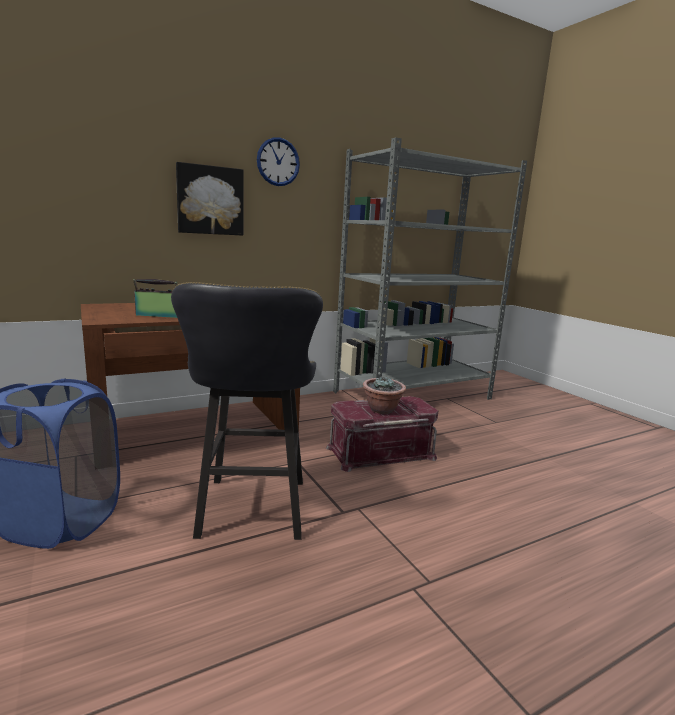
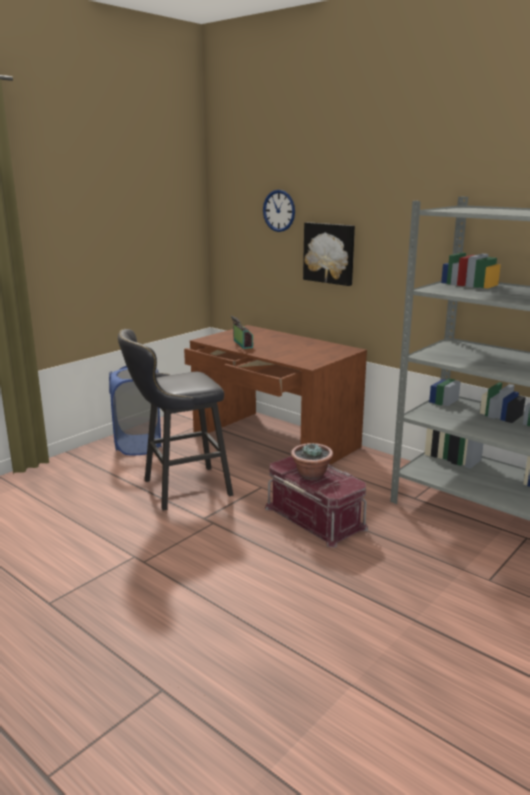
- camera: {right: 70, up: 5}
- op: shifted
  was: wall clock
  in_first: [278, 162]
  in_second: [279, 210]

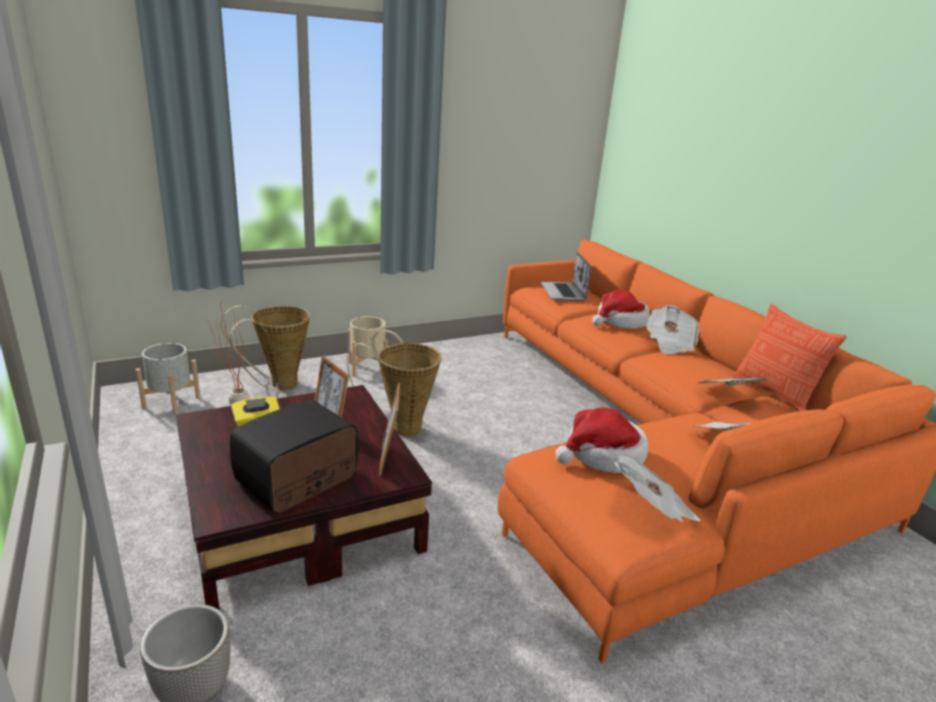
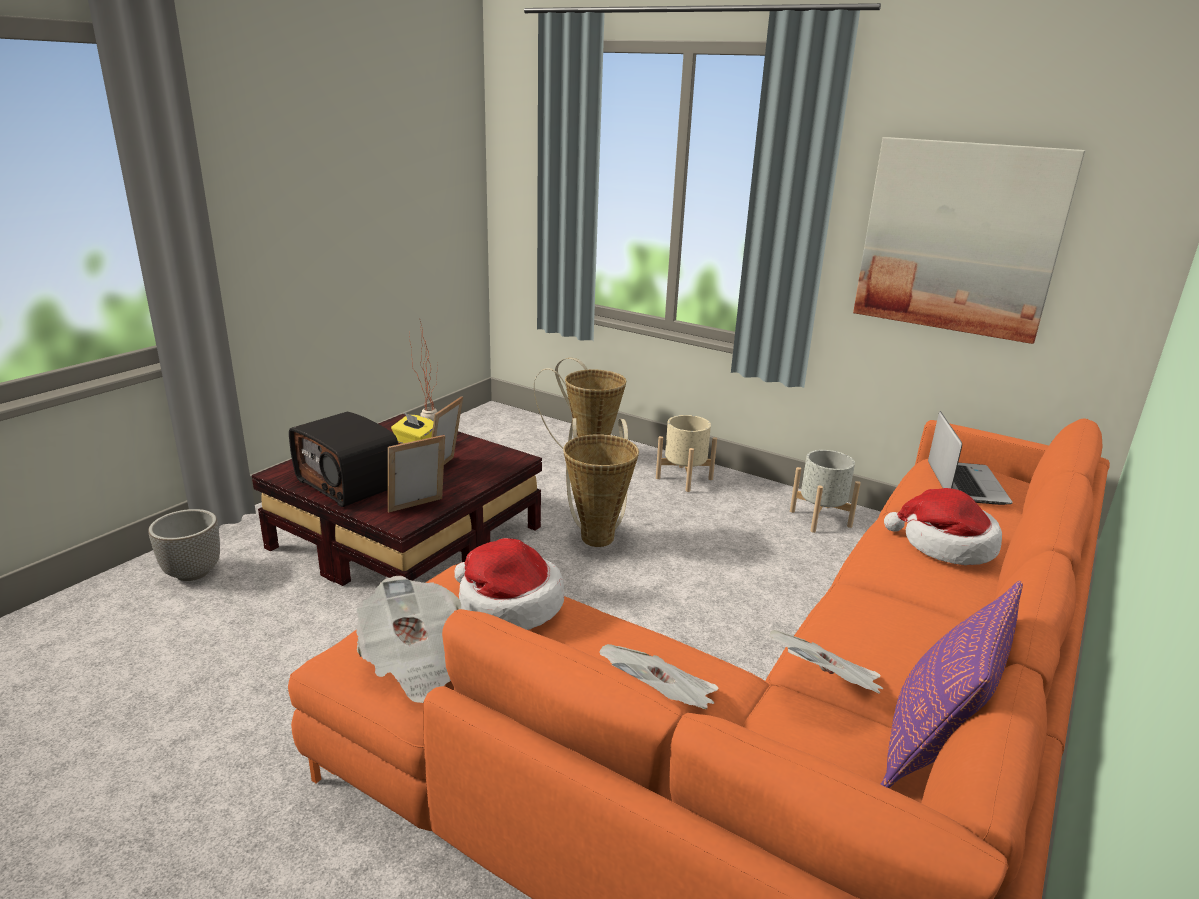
- camera: {right: 60, up: 0}
- op: rotated
  was: radio
  in_first: [297, 481]
  in_second: [350, 483]
  clockwise: -150
- op: shifted
  was: grey planter
  in_first: [172, 402]
  in_second: [820, 519]
- op: new
  now: picture
  in_second: [959, 238]
- op: repainted
  was: orange pillow
  now: purple pillow
  in_first: [774, 394]
  in_second: [932, 748]
- op: rotated
  was: laptop
  in_first: [563, 293]
  in_second: [964, 484]
  clockwise: 135
- op: gone
  was: newspaper
  in_first: [669, 344]

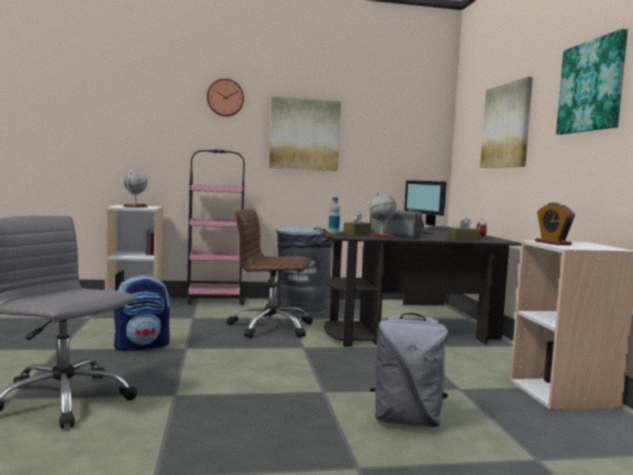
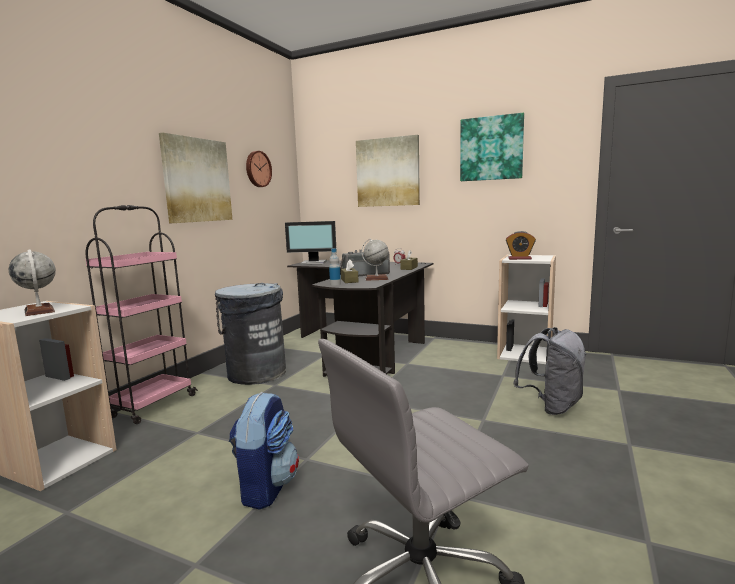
- camera: {right: -55, up: 5}
- op: shifted
  was: wall clock
  in_first: [225, 98]
  in_second: [257, 169]
- op: gone
  was: brown office chair
  in_first: [270, 327]

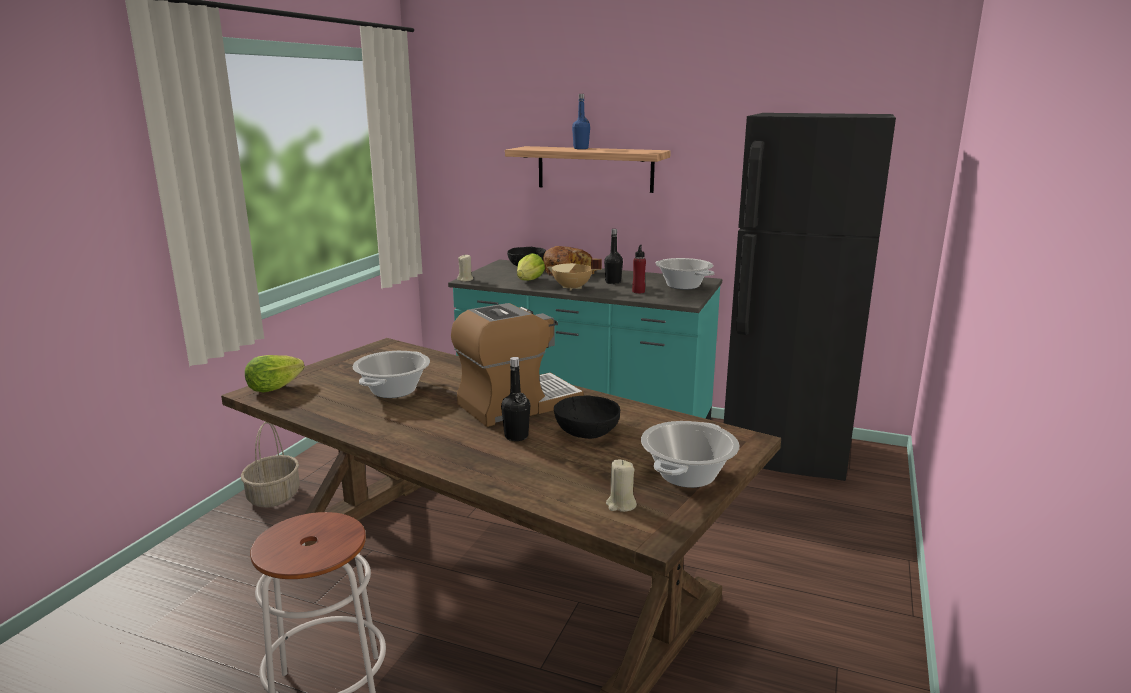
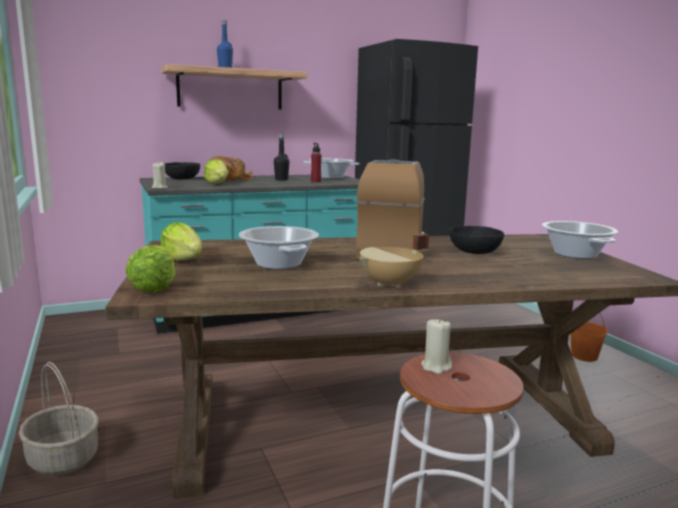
- camera: {right: -45, up: -5}
- op: new
  now: lettuce
  in_second: [183, 260]
- op: shifted
  was: beige cooking pot
  in_first: [572, 288]
  in_second: [391, 284]
- op: shifted
  was: beige candle
  in_first: [621, 505]
  in_second: [436, 367]
- op: new
  now: orange bucket
  in_second: [584, 356]
- op: gone
  was: black bottle
  in_first: [516, 436]

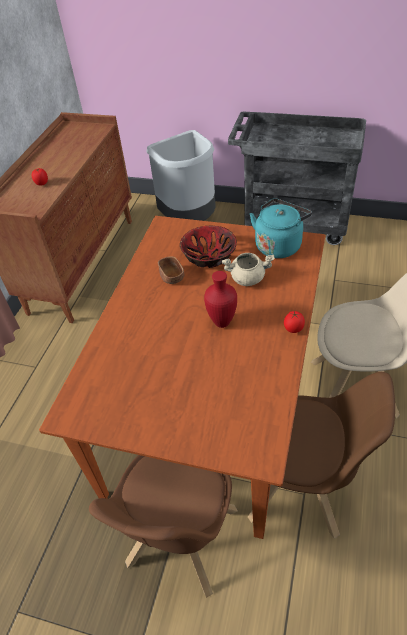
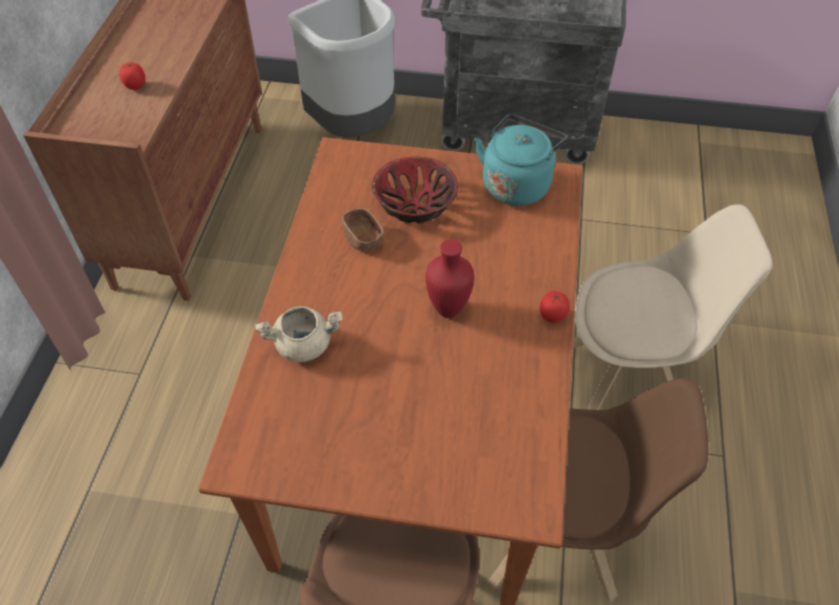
- camera: {right: -10, up: 5}
- op: shifted
  was: beige cooking pot
  in_first: [247, 278]
  in_second: [304, 345]

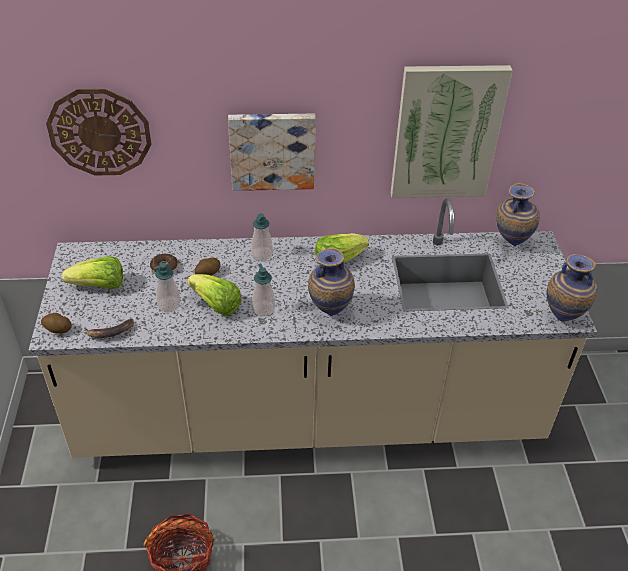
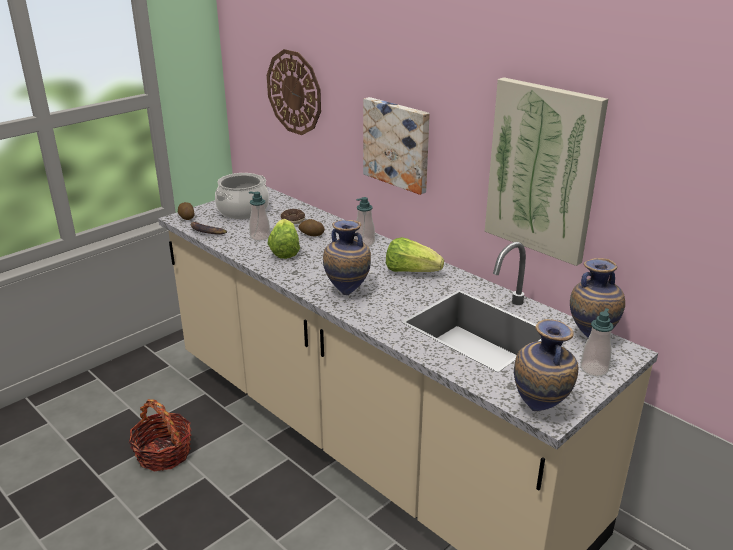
- camera: {right: 50, up: -15}
- op: swapped
  was: lettuce
  now: cooking pot
  in_first: [99, 286]
  in_second: [243, 211]
- op: shifted
  was: soap dispenser
  in_first: [263, 309]
  in_second: [594, 369]

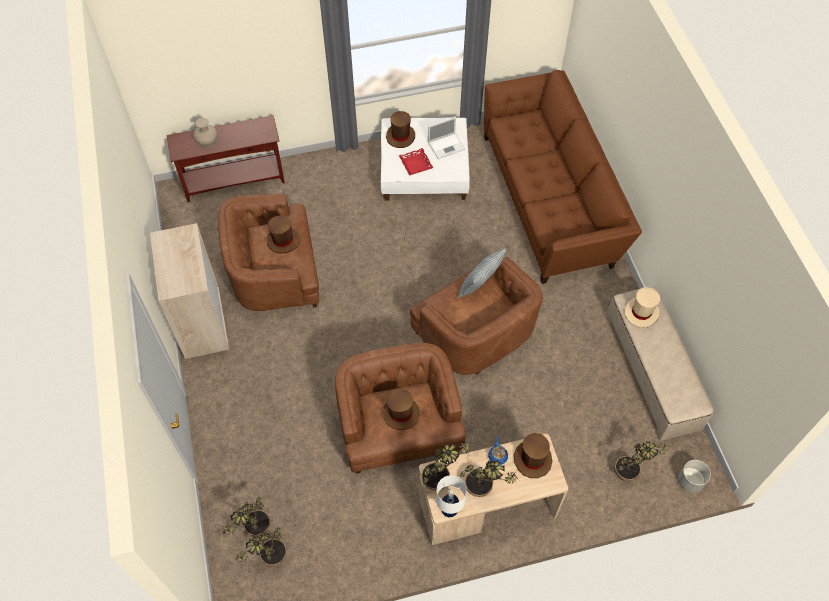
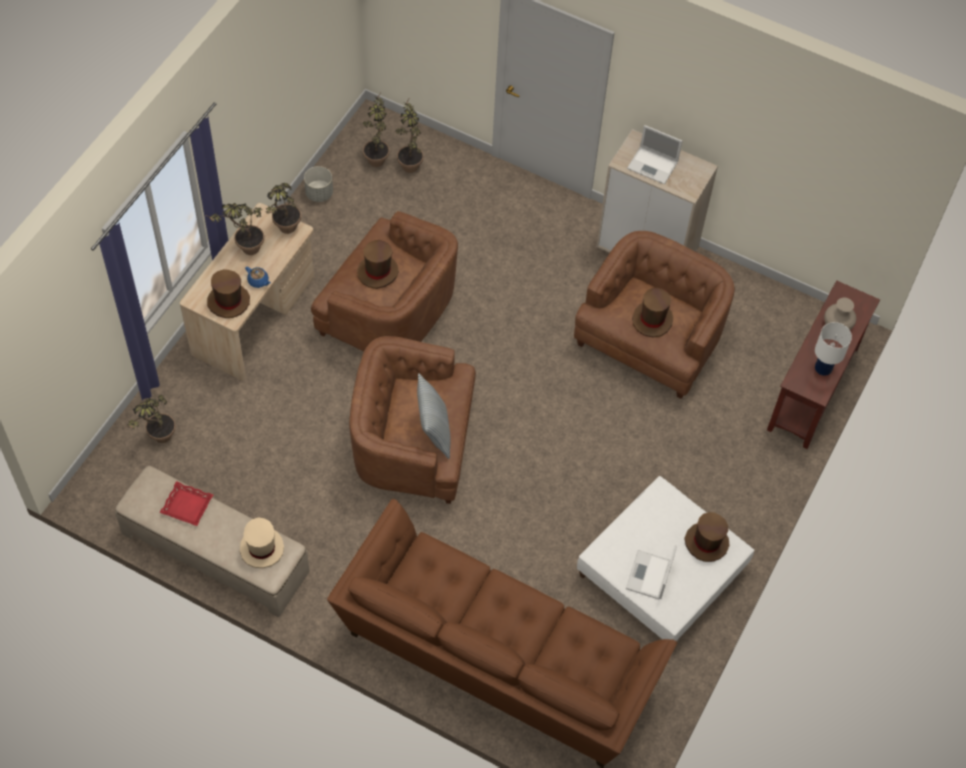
- camera: {right: 130, up: 0}
- op: shifted
  was: red tray
  in_first: [415, 164]
  in_second: [187, 505]
- op: shifted
  was: grey planter
  in_first: [690, 481]
  in_second: [319, 193]
- op: new
  now: laptop
  in_second: [653, 165]
- op: shifted
  was: white table lamp
  in_first: [449, 510]
  in_second: [822, 369]

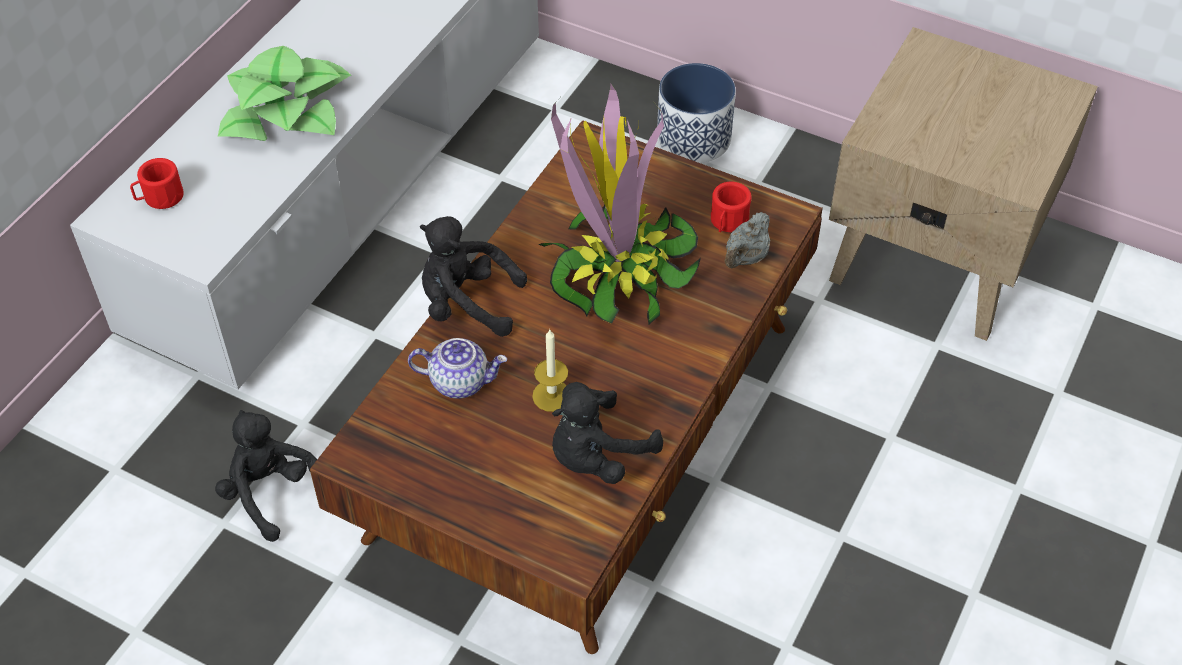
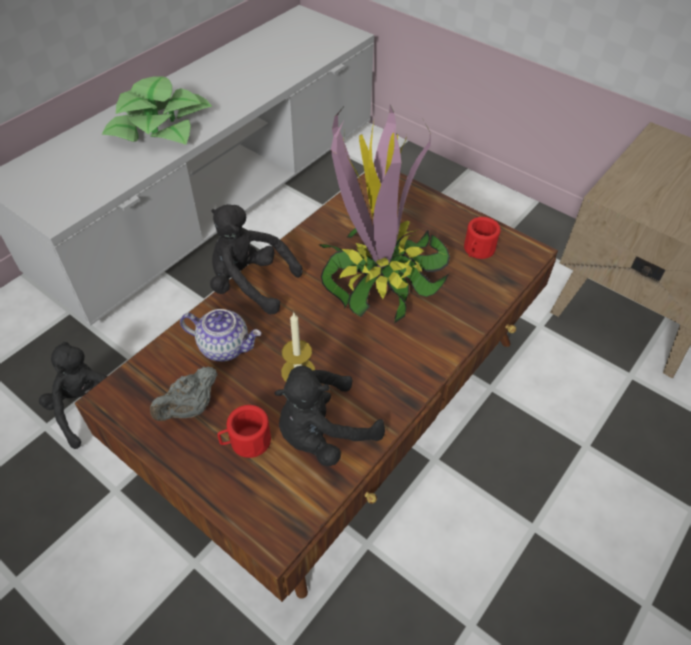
- camera: {right: 10, up: 0}
- op: shifted
  was: grey teapot
  in_first: [746, 258]
  in_second: [190, 408]
- op: shifted
  was: red mug
  in_first: [159, 197]
  in_second: [246, 442]
- op: gone
  was: planter
  in_first: [694, 139]

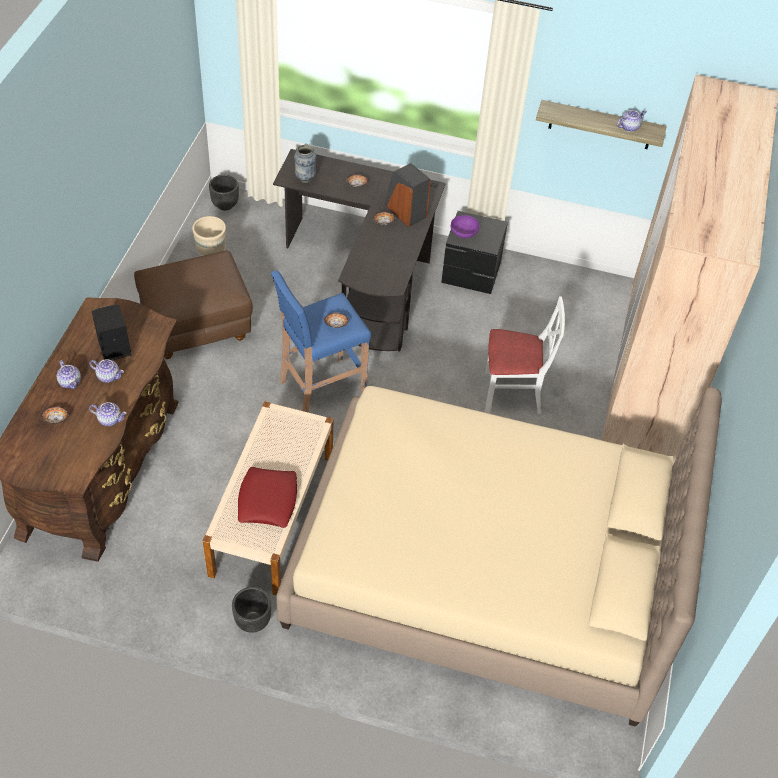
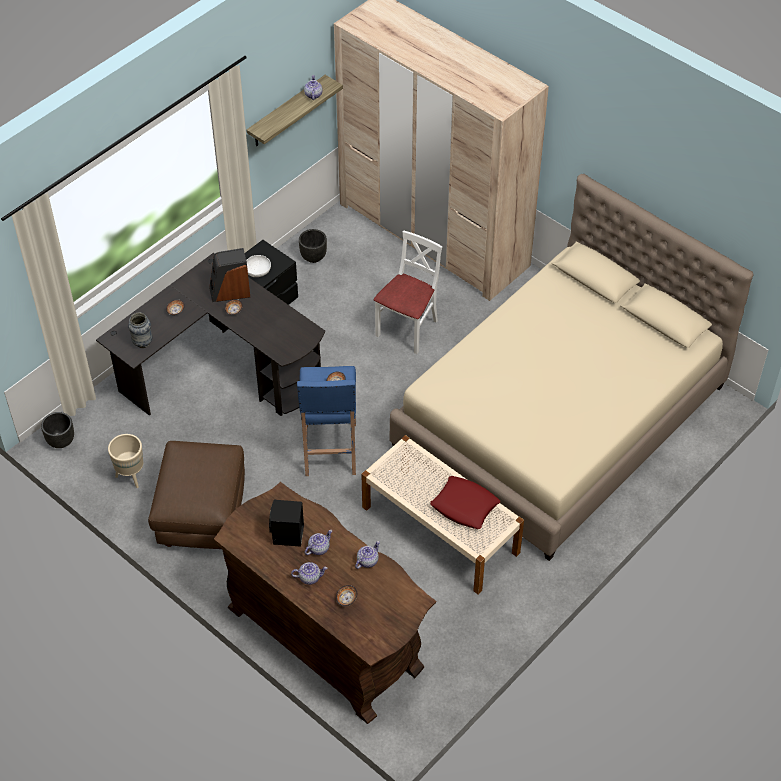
- camera: {right: -60, up: 0}
- op: repainted
  was: purple bowl
  now: white bowl
  in_first: [463, 233]
  in_second: [258, 272]
- op: shifted
  was: black planter
  in_first: [252, 621]
  in_second: [313, 257]

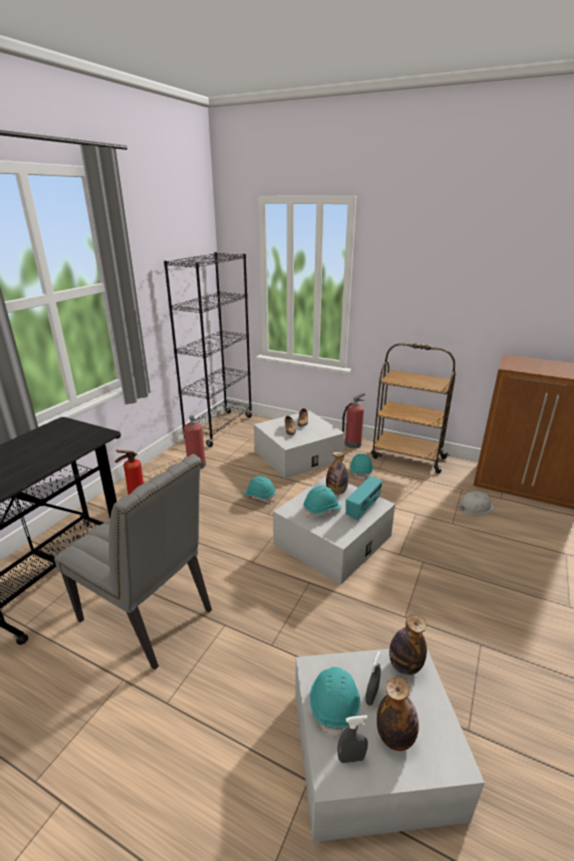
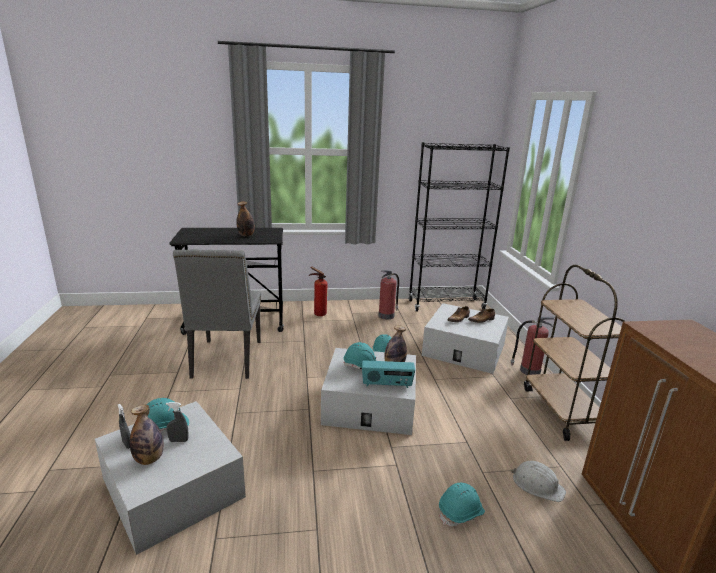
- camera: {right: 55, up: -5}
- op: shifted
  was: bottle
  in_first: [404, 666]
  in_second: [246, 235]
- op: shifted
  was: turquoise hard hat
  in_first: [360, 472]
  in_second: [461, 513]

